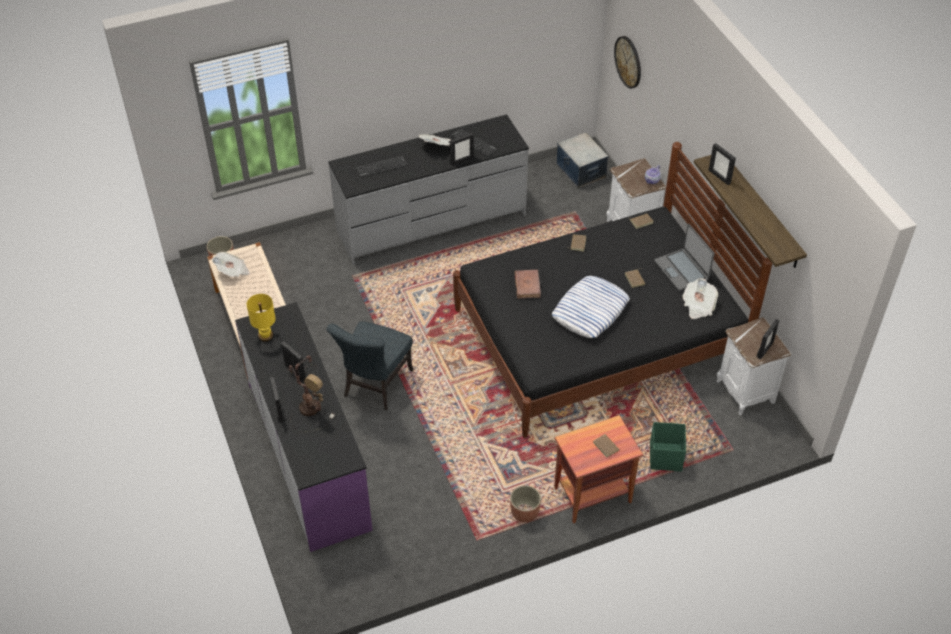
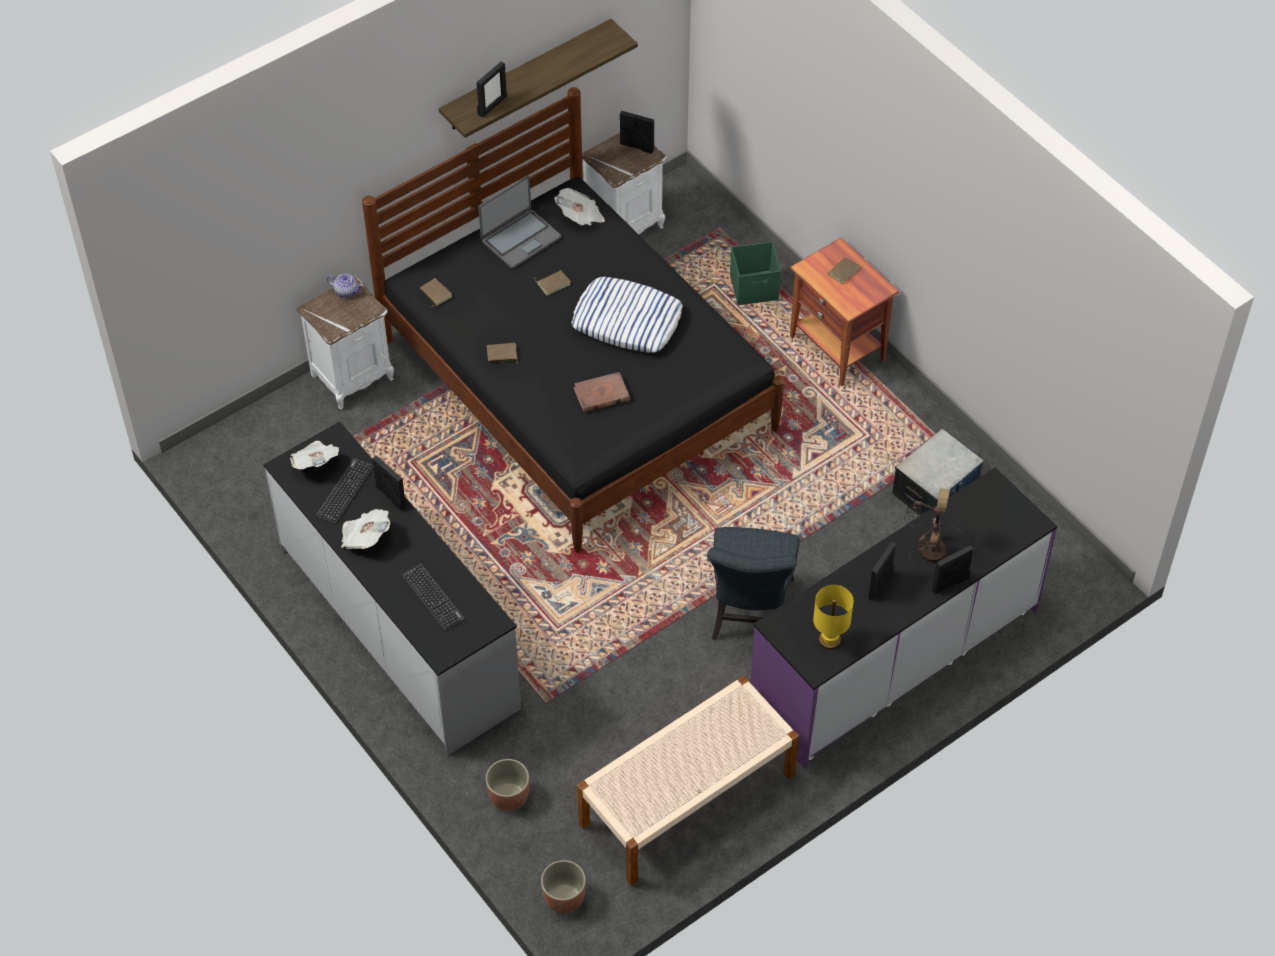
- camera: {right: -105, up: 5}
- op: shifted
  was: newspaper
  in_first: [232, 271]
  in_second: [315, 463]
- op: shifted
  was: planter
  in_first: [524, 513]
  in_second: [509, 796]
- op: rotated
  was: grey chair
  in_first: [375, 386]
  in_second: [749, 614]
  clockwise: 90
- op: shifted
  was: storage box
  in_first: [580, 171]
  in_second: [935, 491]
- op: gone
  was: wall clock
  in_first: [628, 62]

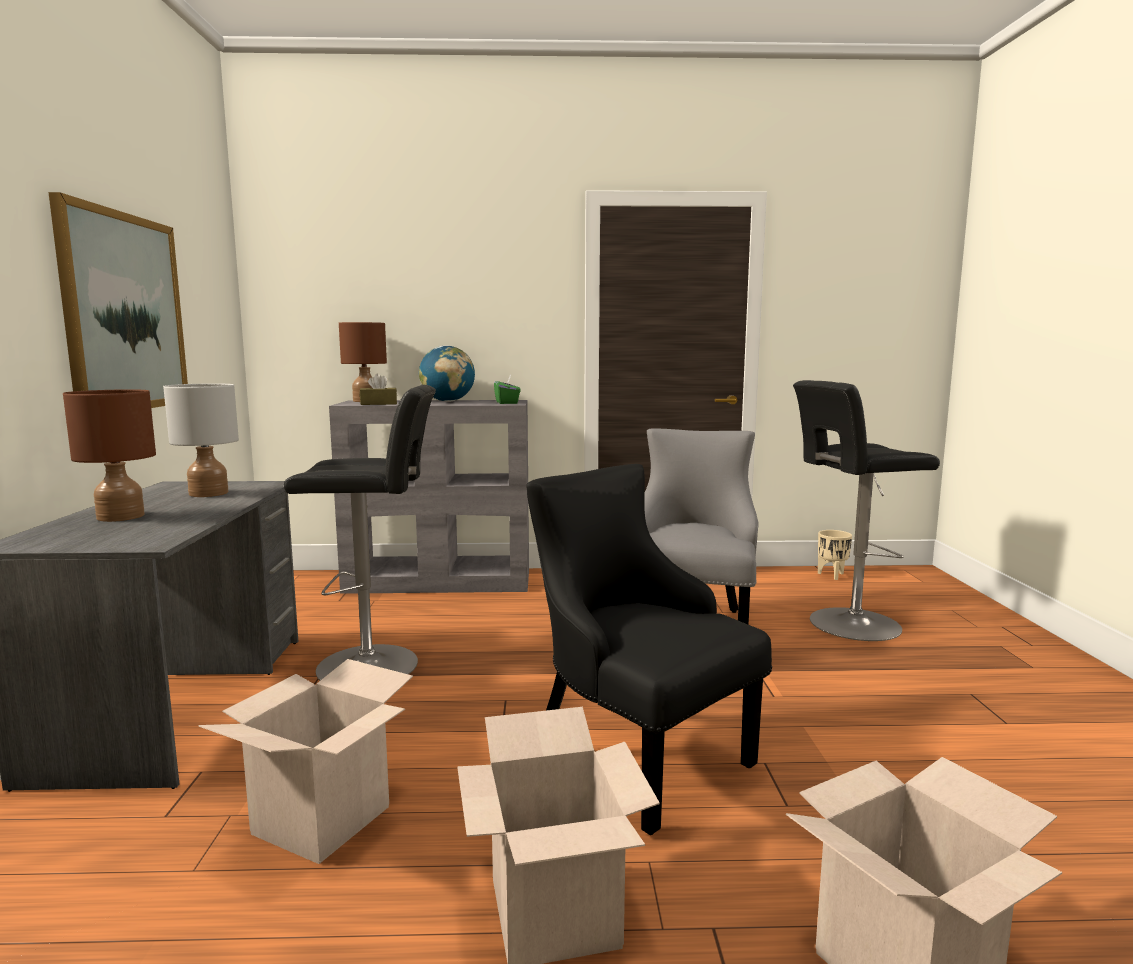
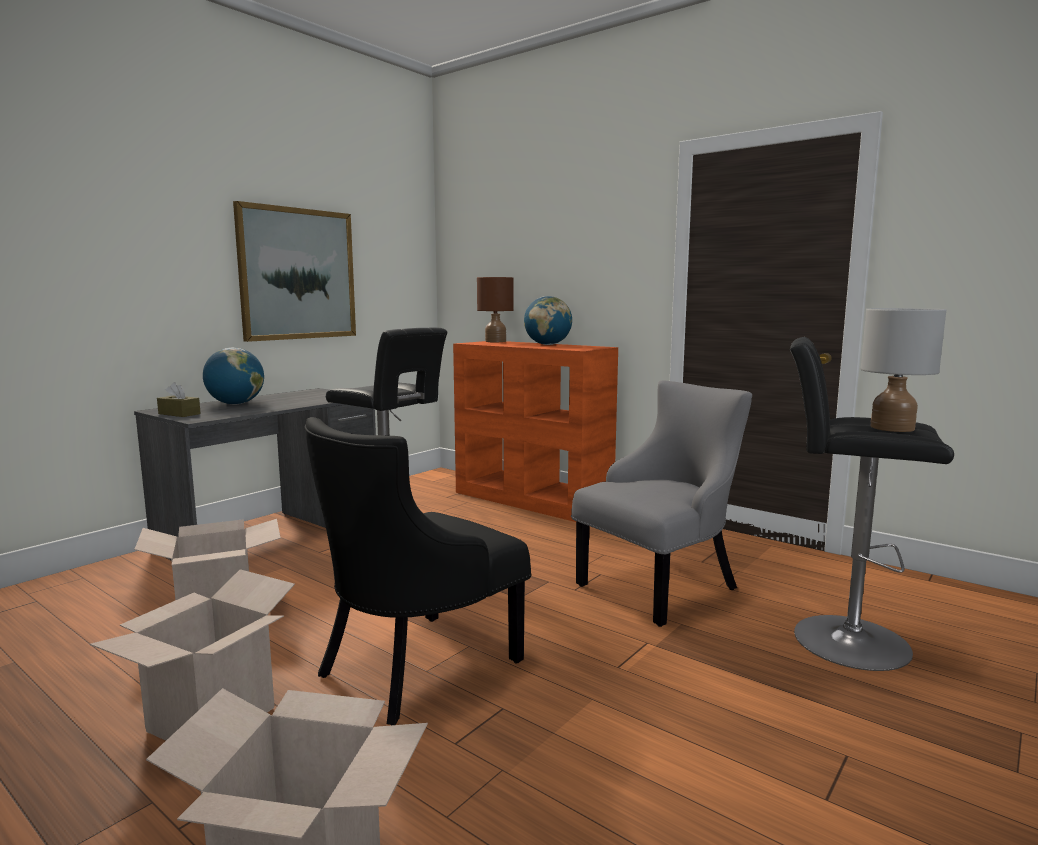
- camera: {right: 40, up: 0}
- op: shifted
  was: brown tissue box
  in_first: [379, 404]
  in_second: [179, 414]
- op: swapped
  was: brown table lamp
  now: globe
  in_first: [121, 517]
  in_second: [235, 404]
- op: rotated
  was: black chair
  in_first: [640, 762]
  in_second: [420, 665]
  clockwise: -135
- op: repainted
  was: grey bookcase
  now: orange bookcase
  in_first: [439, 580]
  in_second: [532, 499]
- op: shifted
  was: grey table lamp
  in_first: [209, 493]
  in_second: [892, 428]
- op: gone
  was: green tissue box
  in_first: [507, 403]
- op: gone
  was: beige planter
  in_first: [832, 575]

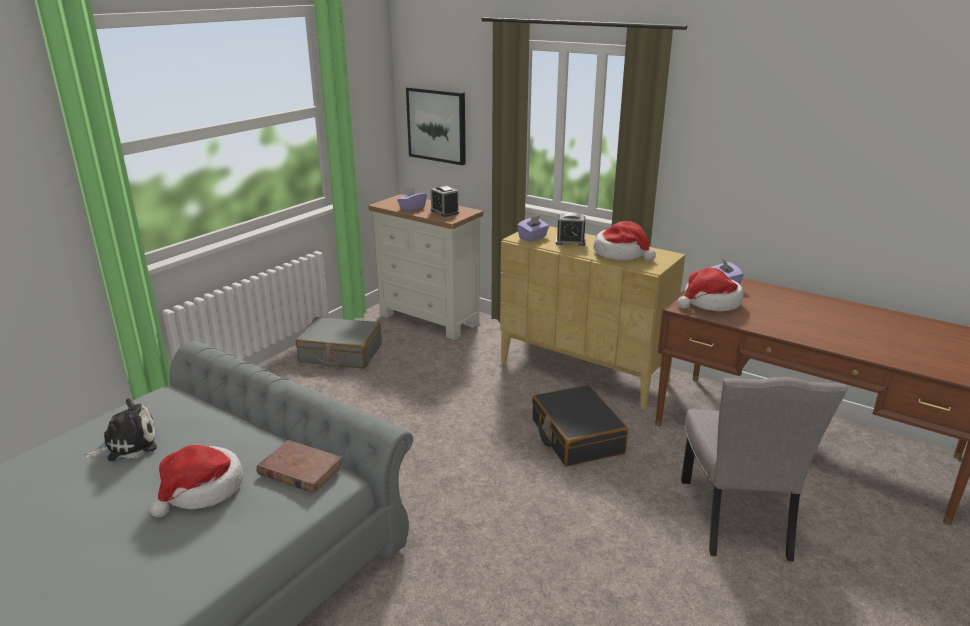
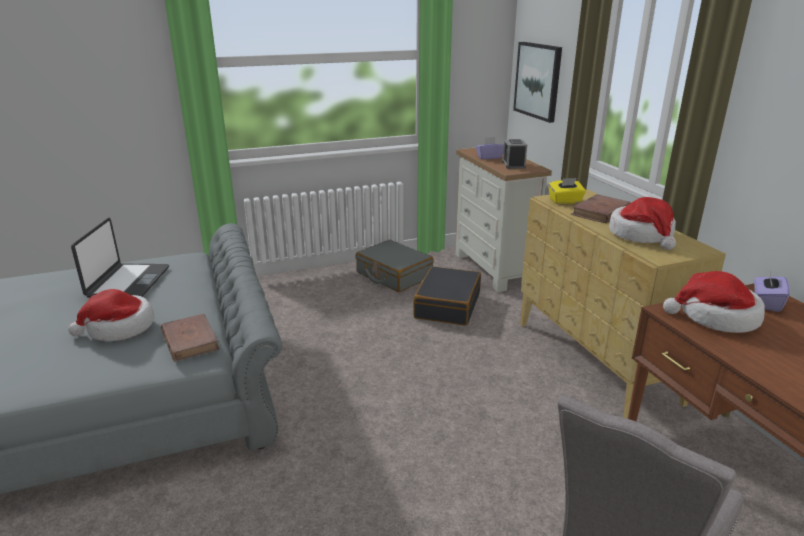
- camera: {right: 35, up: 0}
- op: swapped
  was: plush toy
  now: laptop
  in_first: [127, 444]
  in_second: [128, 282]
- op: shifted
  was: black suitcase
  in_first: [576, 436]
  in_second: [447, 305]
- op: repainted
  was: purple tissue box
  now: yellow tissue box
  in_first: [533, 238]
  in_second: [565, 201]
- op: swapped
  was: alarm clock
  now: brown book
  in_first: [570, 241]
  in_second: [600, 212]

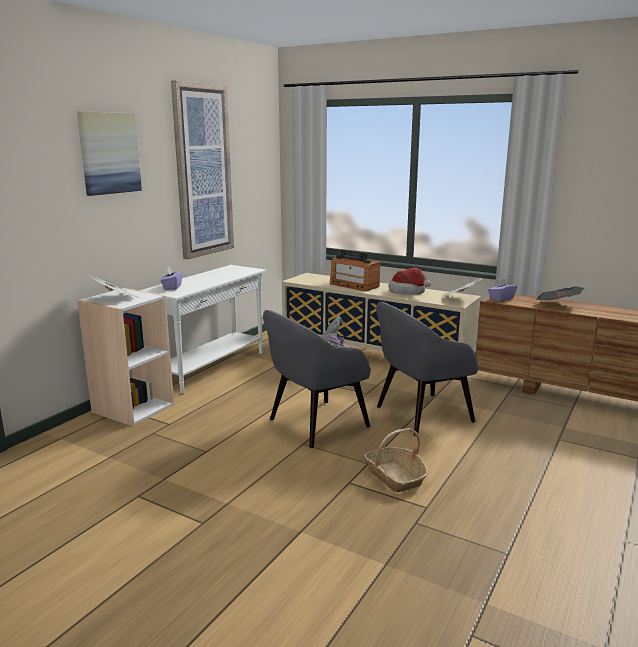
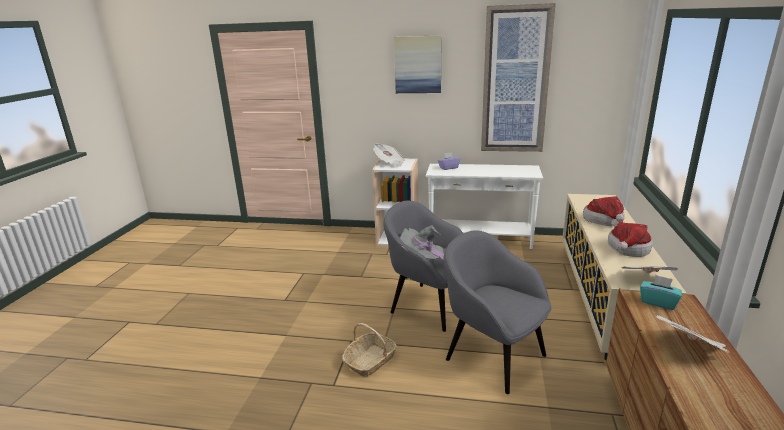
- camera: {right: 70, up: 5}
- op: swapped
  was: radio
  now: hat
  in_first: [354, 285]
  in_second: [604, 221]
- op: repainted
  was: purple tissue box
  now: turquoise tissue box
  in_first: [501, 299]
  in_second: [658, 302]

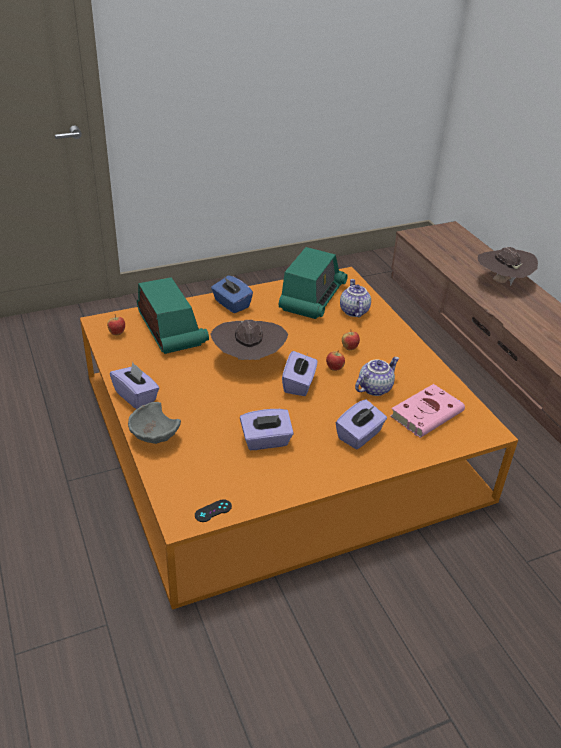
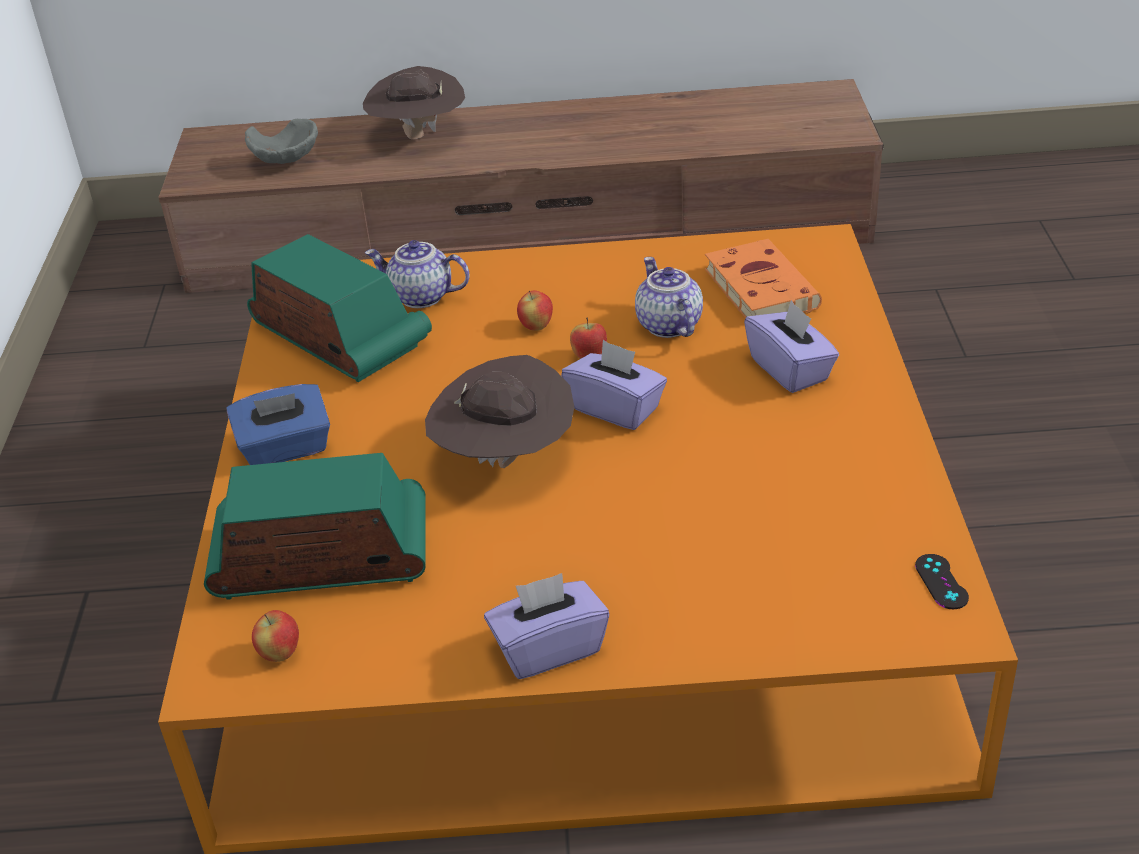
- camera: {right: -65, up: 0}
- op: shifted
  was: grey bowl
  in_first: [154, 437]
  in_second: [286, 163]
- op: repainted
  was: pink book
  now: orange book
  in_first: [427, 413]
  in_second: [758, 287]
- op: gone
  was: purple tissue box
  in_first: [266, 441]

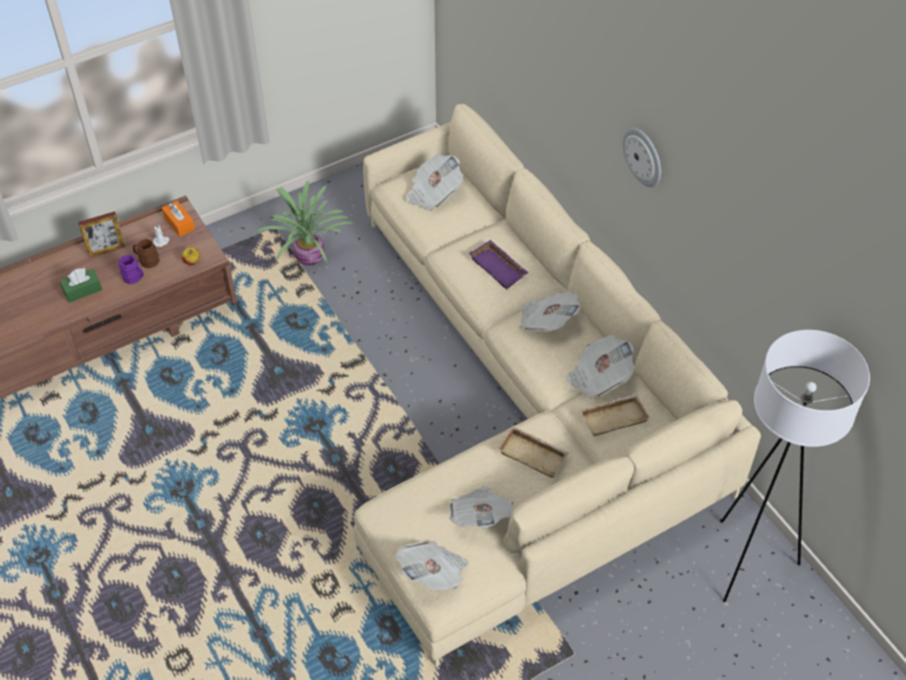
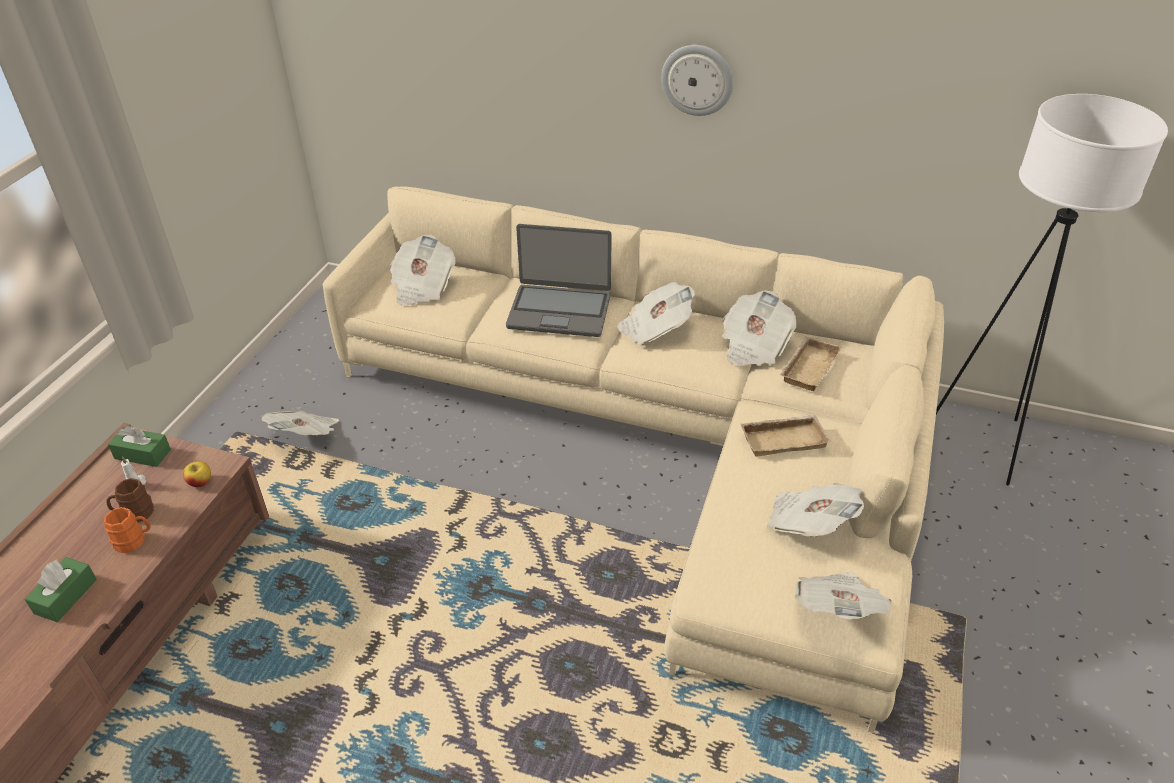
- camera: {right: -40, up: -10}
- op: repainted
  was: purple mug
  now: orange mug
  in_first: [134, 278]
  in_second: [134, 541]
- op: repainted
  was: orange tissue box
  now: green tissue box
  in_first: [179, 223]
  in_second: [143, 454]
- op: swapped
  was: potted plant
  now: newspaper
  in_first: [310, 256]
  in_second: [306, 436]
- op: swapped
  was: purple tray
  now: laptop
  in_first: [500, 268]
  in_second: [559, 311]
- op: gone
  was: picture frame
  in_first: [107, 250]

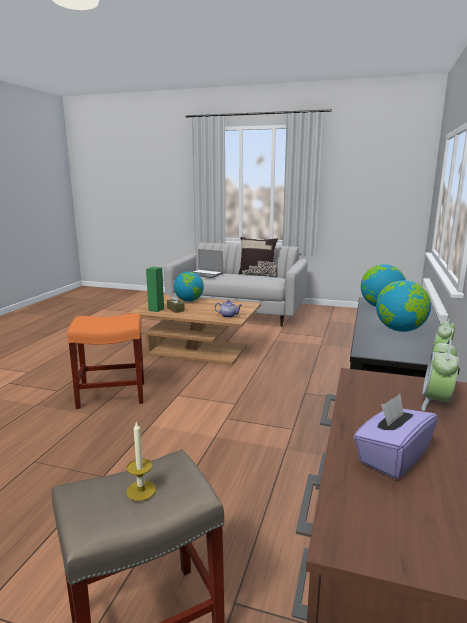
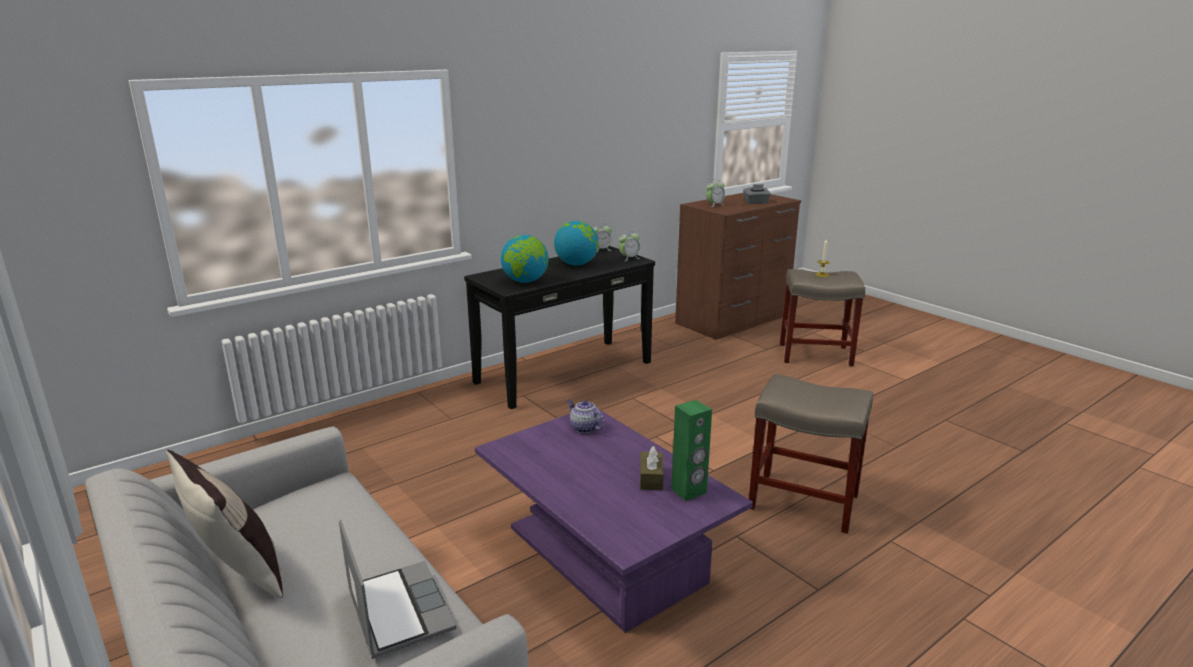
- camera: {right: -145, up: 5}
- op: repainted
  was: brown coffee table
  now: purple coffee table
  in_first: [197, 350]
  in_second: [604, 554]
- op: new
  now: alarm clock
  in_second: [629, 258]
- op: repainted
  was: purple tissue box
  now: grey tissue box
  in_first: [392, 457]
  in_second: [756, 202]
- op: repainted
  was: orange stool
  now: beige stool
  in_first: [113, 394]
  in_second: [801, 501]
- op: gone
  was: globe
  in_first: [189, 300]

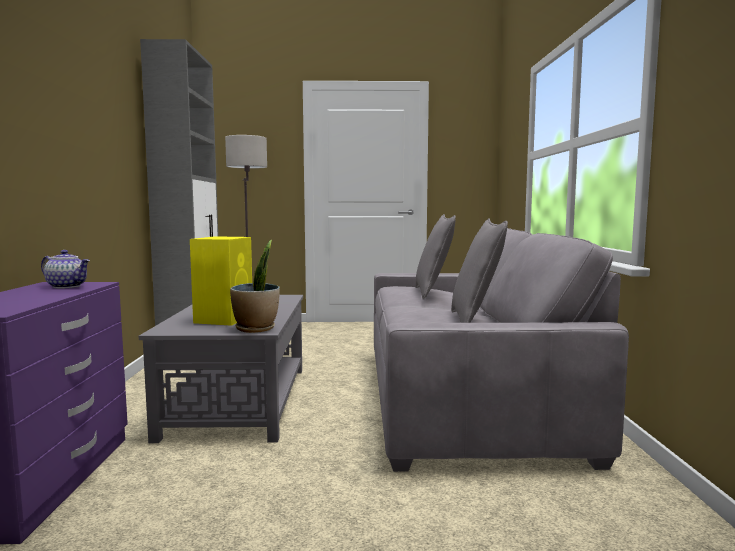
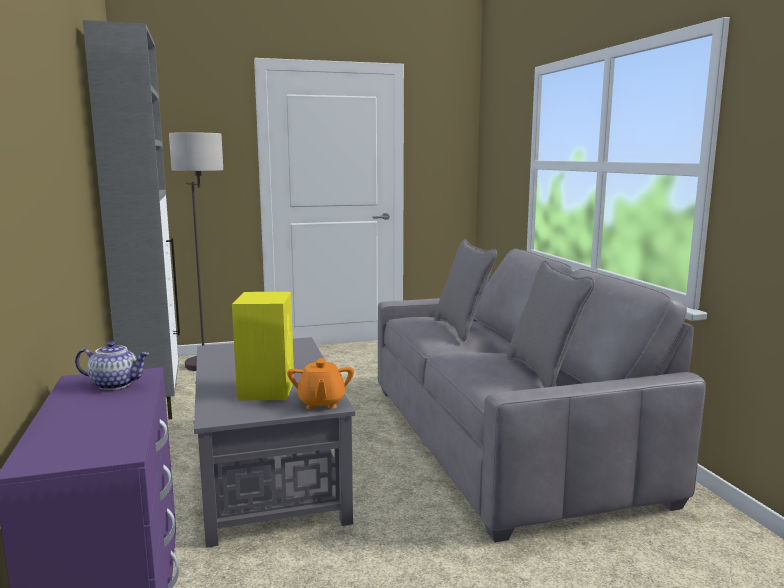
- camera: {right: -15, up: 5}
- op: swapped
  was: potted plant
  now: orange teapot
  in_first: [256, 328]
  in_second: [321, 403]

